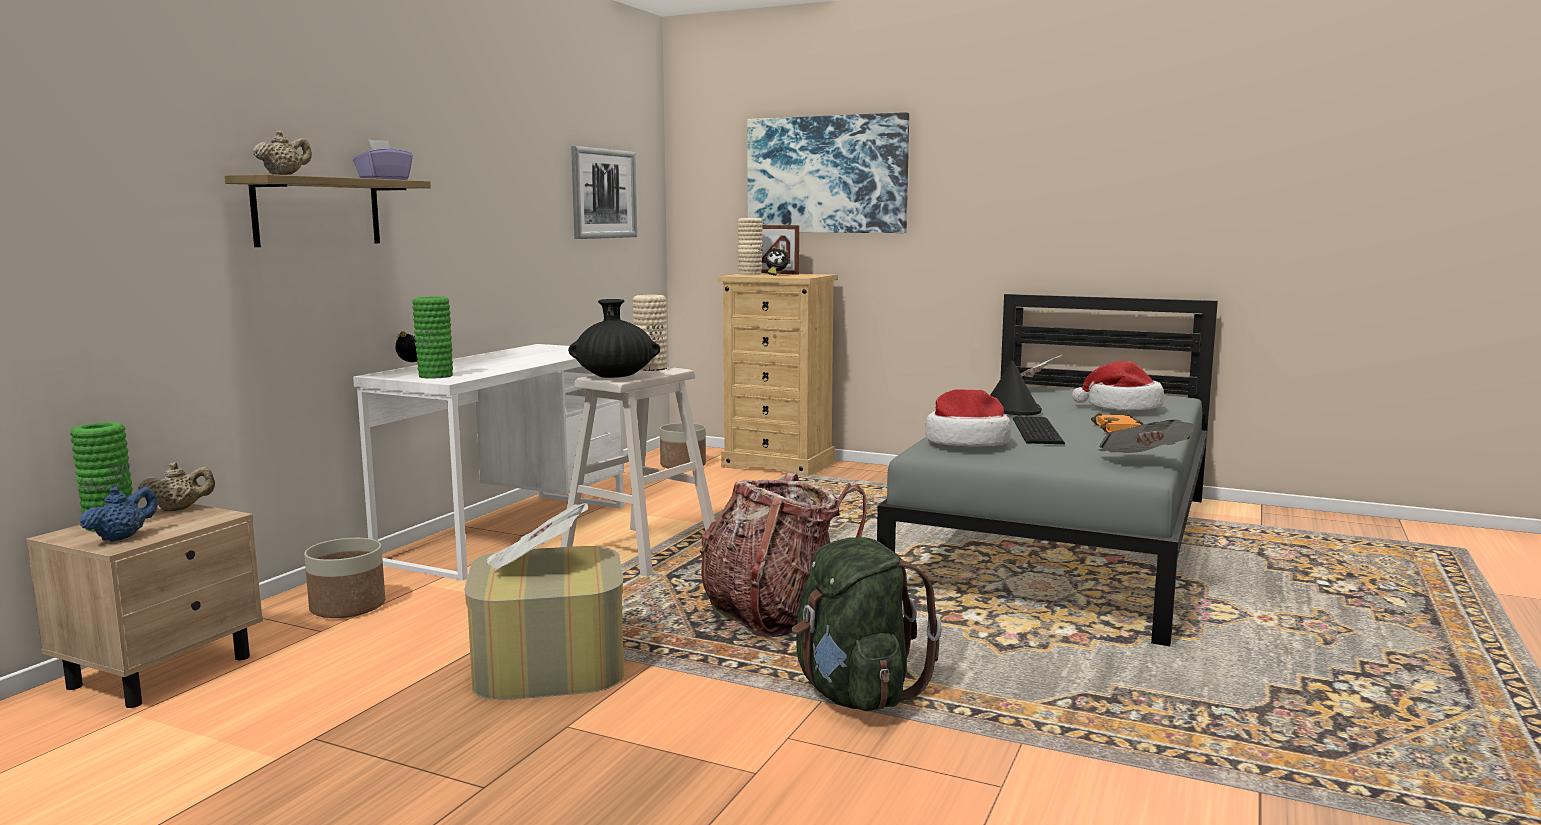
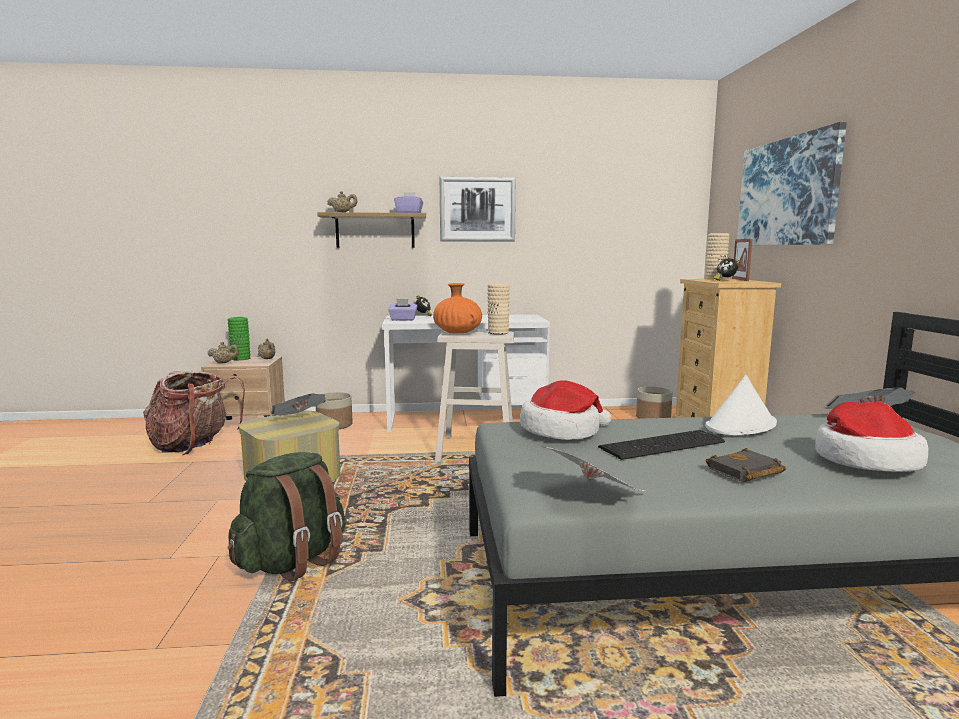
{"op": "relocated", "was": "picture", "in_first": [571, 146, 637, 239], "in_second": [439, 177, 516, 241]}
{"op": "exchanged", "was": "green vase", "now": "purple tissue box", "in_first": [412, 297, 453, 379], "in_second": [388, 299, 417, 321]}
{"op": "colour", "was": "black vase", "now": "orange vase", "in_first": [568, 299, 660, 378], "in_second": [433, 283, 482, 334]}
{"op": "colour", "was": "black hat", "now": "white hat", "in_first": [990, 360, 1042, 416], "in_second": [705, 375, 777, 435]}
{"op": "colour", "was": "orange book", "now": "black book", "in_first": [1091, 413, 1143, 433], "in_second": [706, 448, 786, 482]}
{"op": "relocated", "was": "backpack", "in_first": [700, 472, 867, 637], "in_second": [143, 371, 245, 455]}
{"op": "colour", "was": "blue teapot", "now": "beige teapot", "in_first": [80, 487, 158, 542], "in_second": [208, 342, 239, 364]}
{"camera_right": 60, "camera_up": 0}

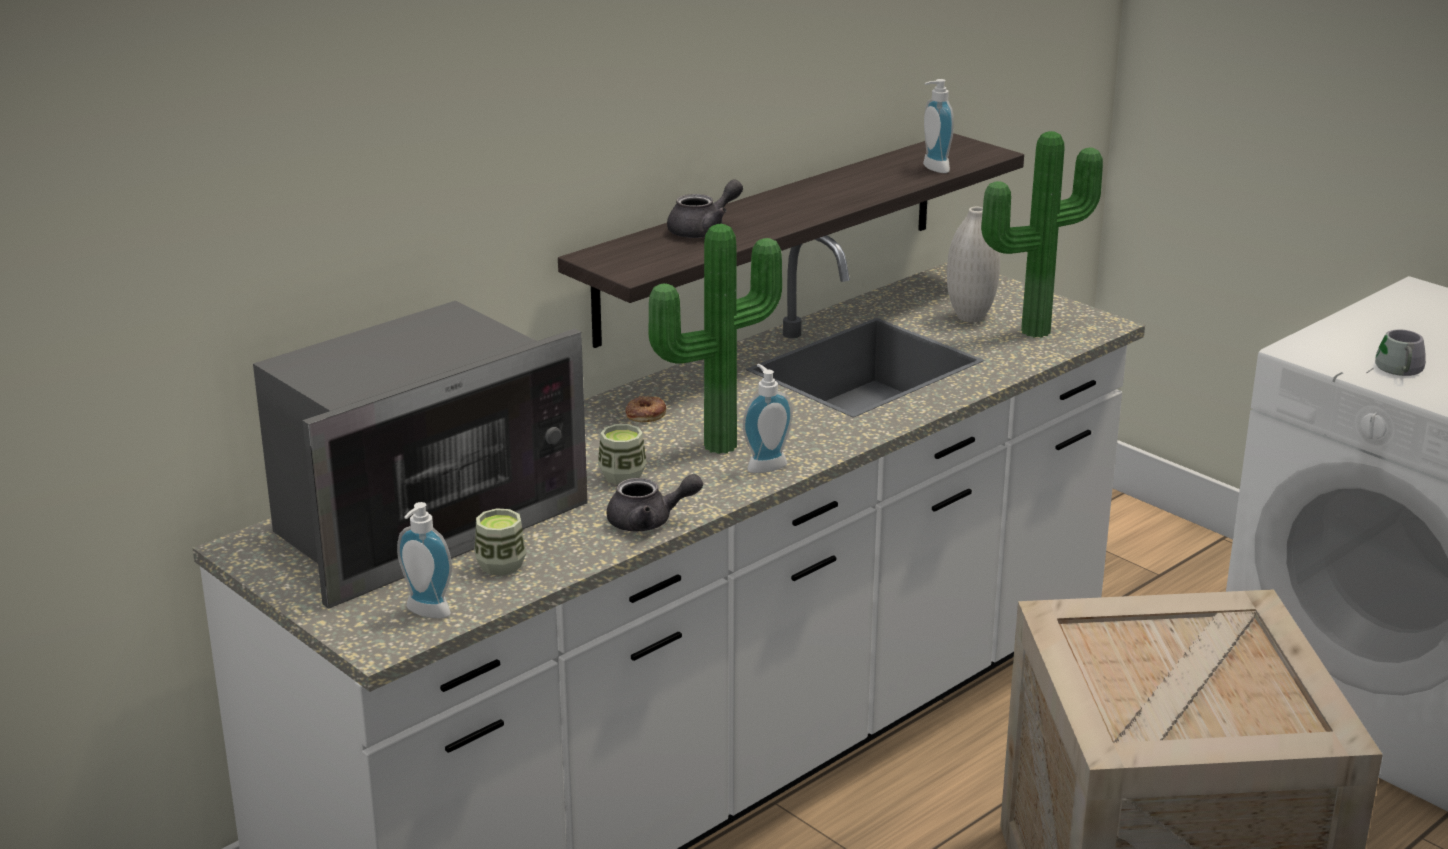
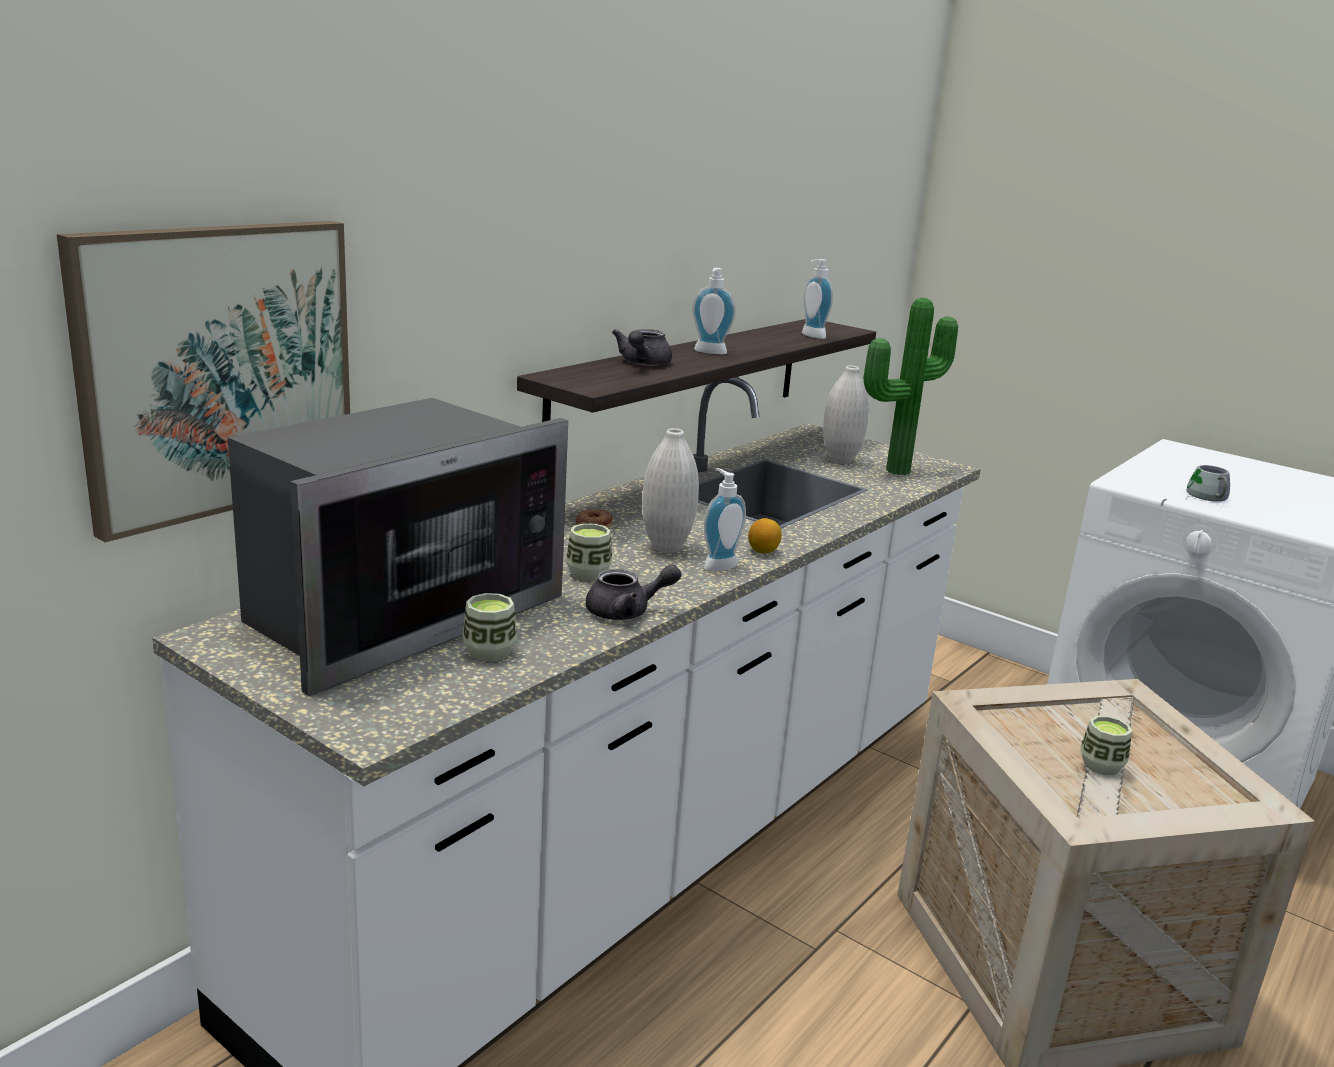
{"op": "spun", "was": "grey teapot", "in_first": [667, 179, 743, 238], "in_second": [612, 329, 672, 366], "clockwise": 150}
{"op": "exchanged", "was": "potted plant", "now": "white vase", "in_first": [649, 224, 782, 454], "in_second": [642, 428, 699, 553]}
{"op": "relocated", "was": "soap dispenser", "in_first": [397, 502, 452, 618], "in_second": [693, 268, 736, 354]}
{"op": "appeared", "now": "picture", "in_second": [57, 221, 350, 542]}
{"op": "appeared", "now": "lemon", "in_second": [748, 518, 782, 553]}
{"op": "appeared", "now": "cup", "in_second": [1080, 716, 1132, 775]}
{"camera_right": -10, "camera_up": -5}

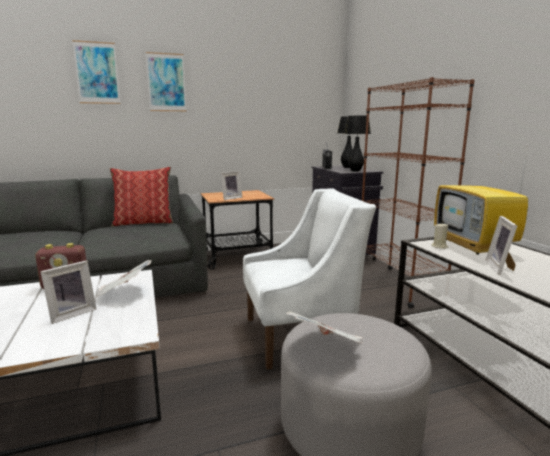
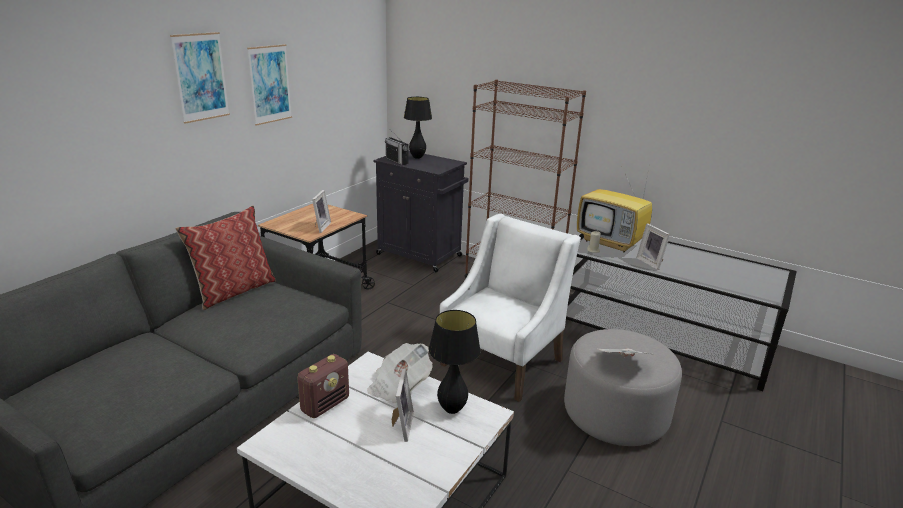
{"op": "relocated", "was": "picture", "in_first": [72, 40, 121, 104], "in_second": [247, 44, 292, 126]}
{"op": "relocated", "was": "black table lamp", "in_first": [344, 116, 371, 172], "in_second": [429, 310, 481, 414]}
{"camera_right": -40, "camera_up": 10}

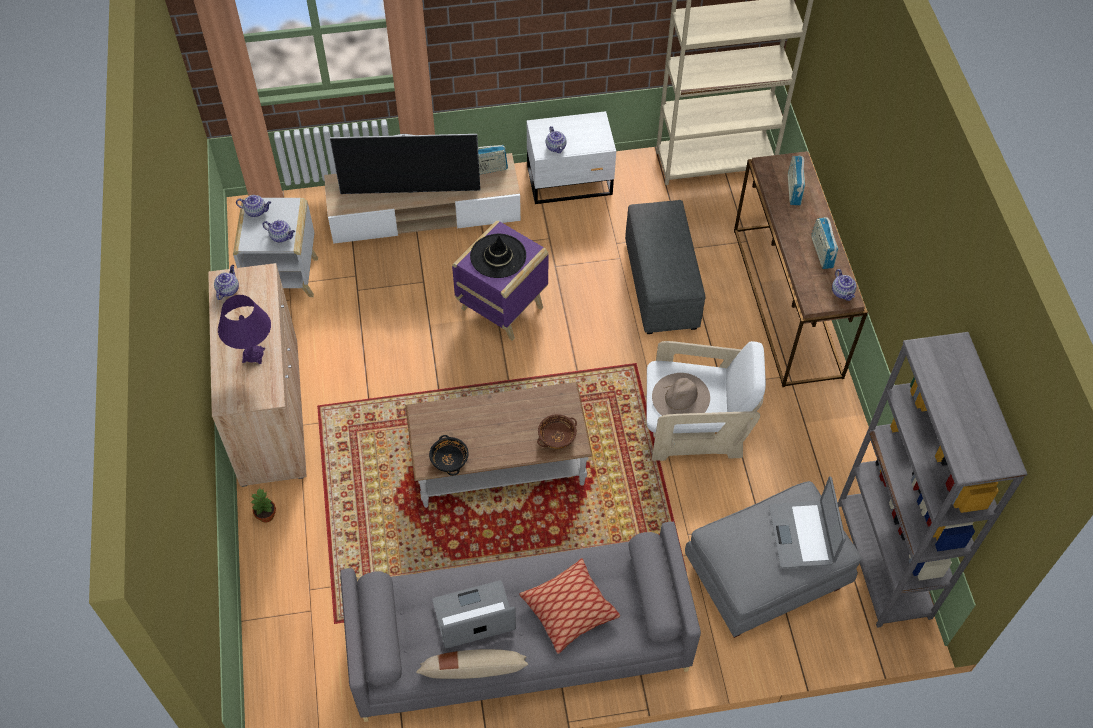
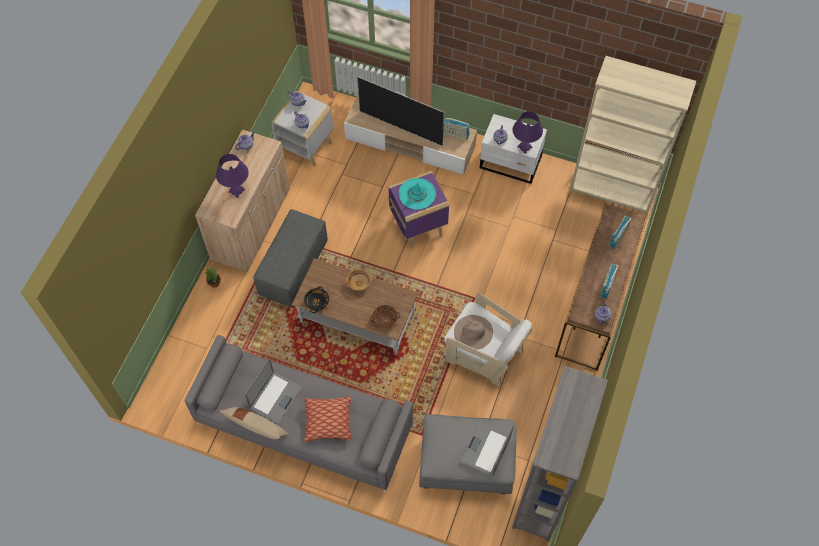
{"op": "relocated", "was": "grey ottoman", "in_first": [625, 200, 706, 334], "in_second": [253, 209, 328, 307]}
{"op": "colour", "was": "black hat", "now": "turquoise hat", "in_first": [470, 234, 526, 278], "in_second": [399, 178, 436, 210]}
{"op": "spun", "was": "laptop", "in_first": [433, 580, 516, 648], "in_second": [245, 358, 302, 423], "clockwise": 105}
{"op": "appeared", "now": "purple table lamp", "in_second": [512, 111, 543, 154]}
{"op": "appeared", "now": "beige bowl", "in_second": [344, 269, 373, 291]}
{"camera_right": 30, "camera_up": 5}

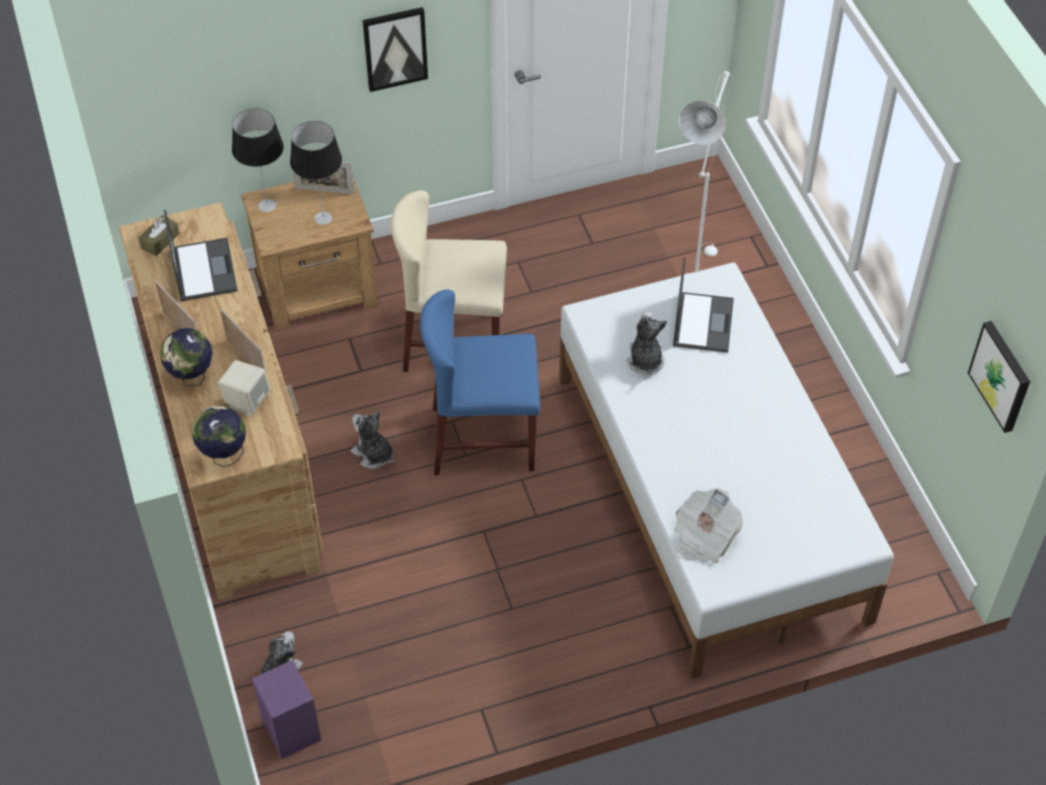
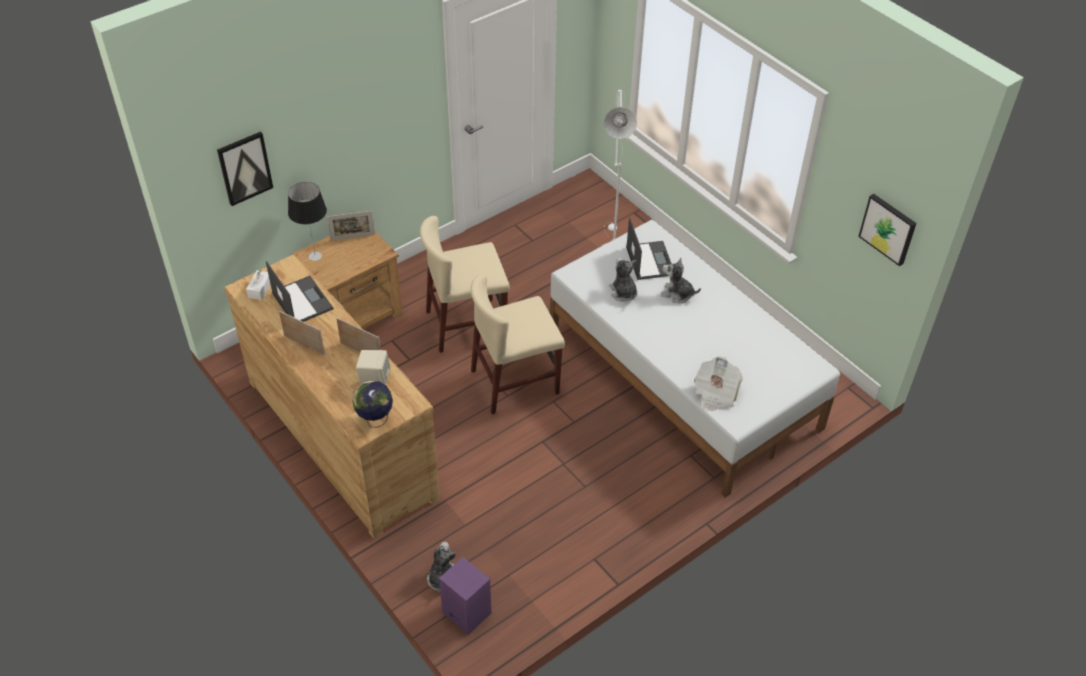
{"op": "relocated", "was": "picture", "in_first": [362, 7, 428, 92], "in_second": [217, 131, 273, 206]}
{"op": "missing", "was": "table lamp", "in_first": [290, 121, 342, 225]}
{"op": "colour", "was": "brown tissue box", "now": "white tissue box", "in_first": [139, 215, 180, 256], "in_second": [246, 270, 271, 300]}
{"op": "colour", "was": "blue chair", "now": "beige chair", "in_first": [420, 289, 540, 475], "in_second": [470, 274, 565, 414]}
{"op": "missing", "was": "globe", "in_first": [160, 328, 212, 386]}
{"op": "relocated", "was": "plush toy", "in_first": [351, 410, 395, 469], "in_second": [661, 258, 701, 303]}
{"camera_right": -20, "camera_up": -5}

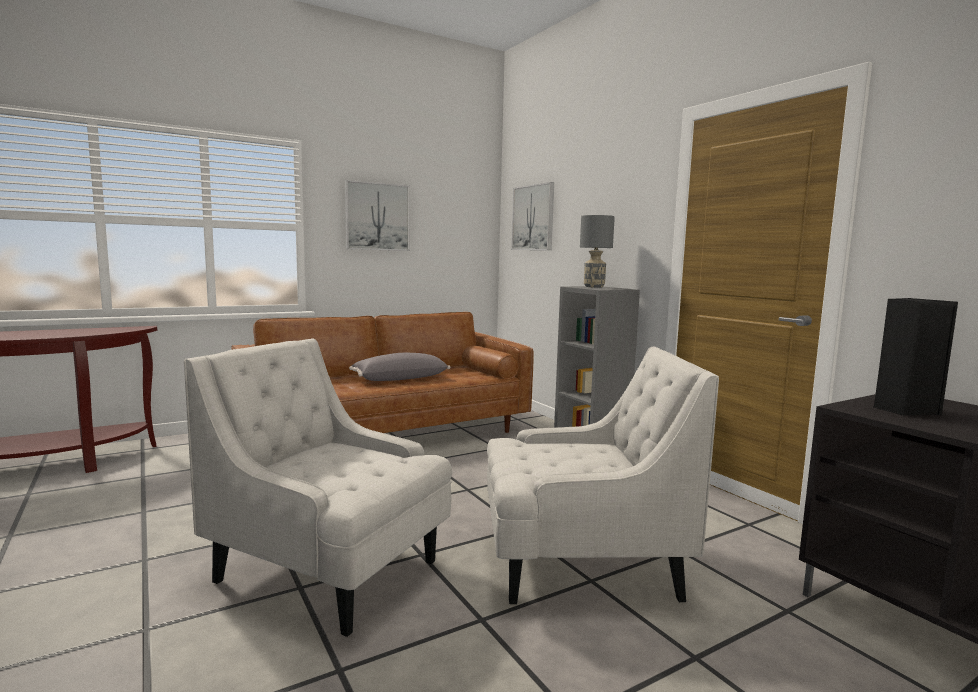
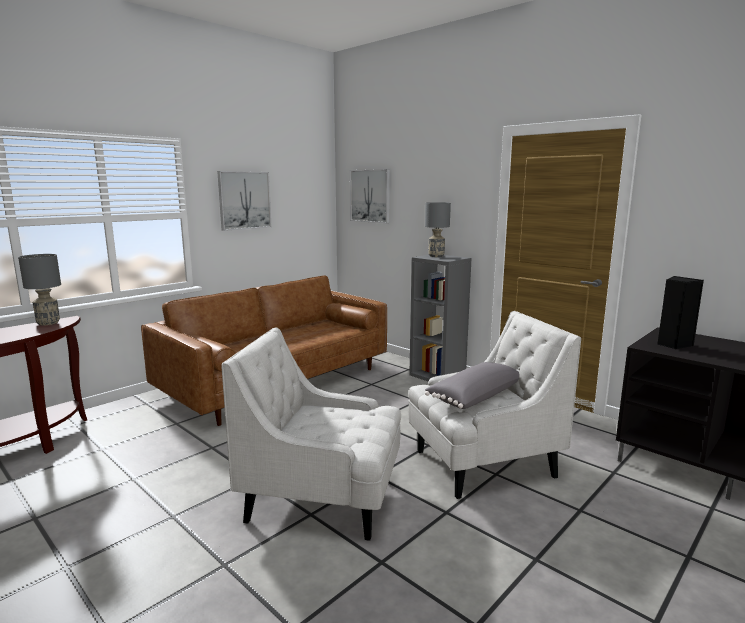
{"op": "relocated", "was": "grey pillow", "in_first": [349, 353, 450, 381], "in_second": [425, 362, 519, 409]}
{"op": "appeared", "now": "grey table lamp", "in_second": [18, 254, 61, 325]}
{"camera_right": -15, "camera_up": 5}

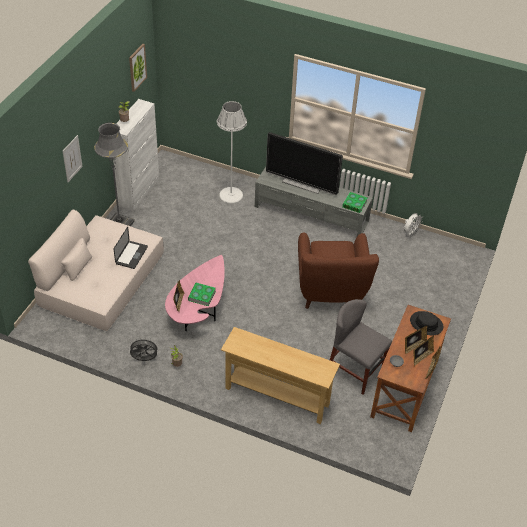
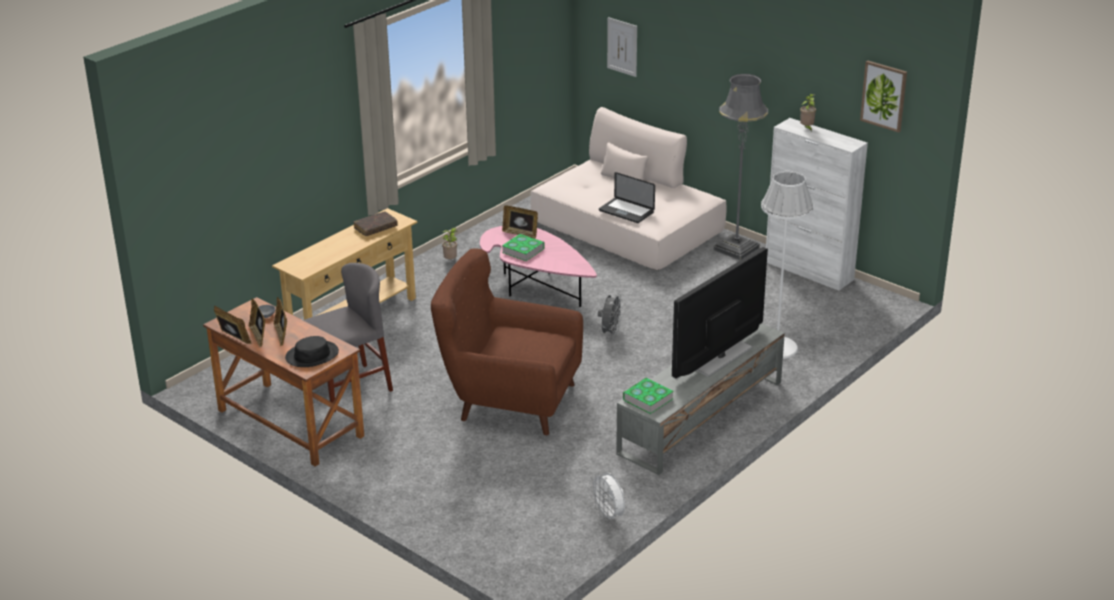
{"op": "relocated", "was": "picture", "in_first": [62, 135, 83, 182], "in_second": [607, 17, 637, 77]}
{"op": "relocated", "was": "grey fan", "in_first": [128, 337, 159, 361], "in_second": [598, 295, 623, 337]}
{"op": "appeared", "now": "brown book", "in_second": [353, 211, 397, 236]}
{"camera_right": 110, "camera_up": -15}

